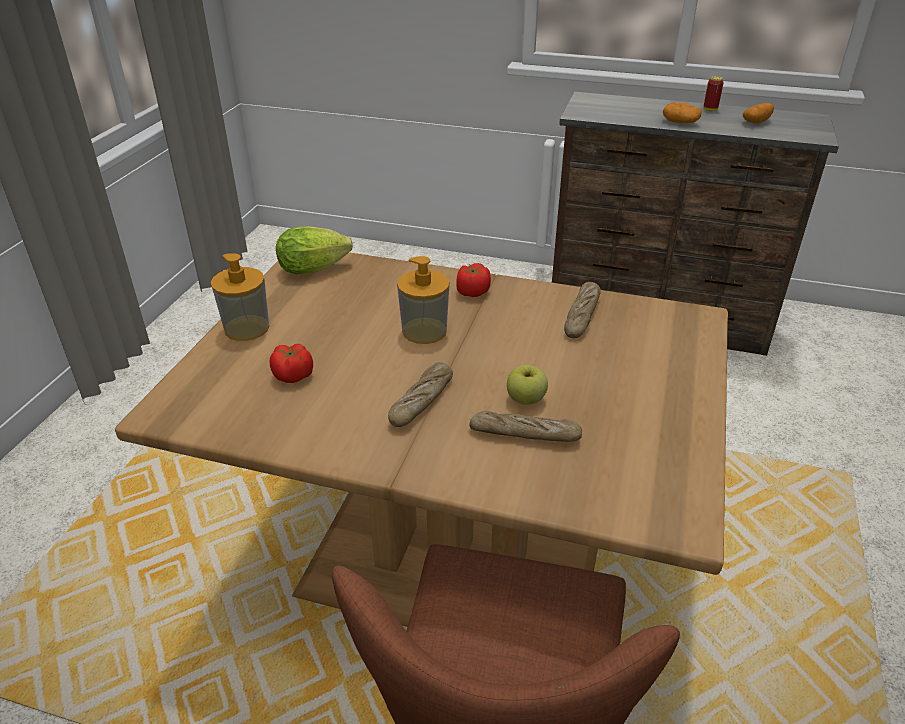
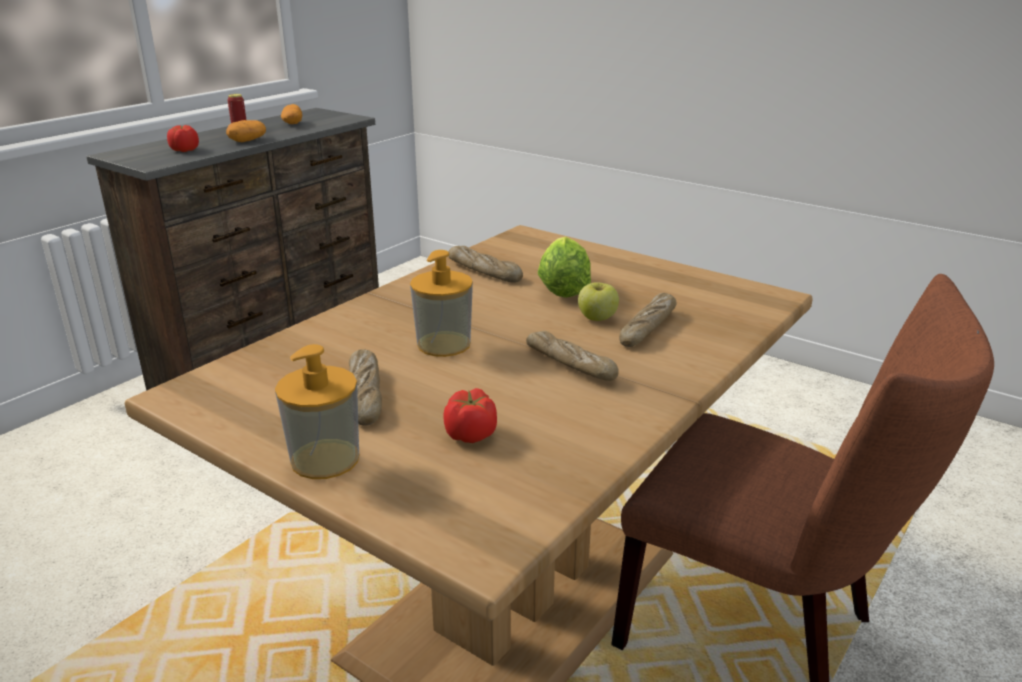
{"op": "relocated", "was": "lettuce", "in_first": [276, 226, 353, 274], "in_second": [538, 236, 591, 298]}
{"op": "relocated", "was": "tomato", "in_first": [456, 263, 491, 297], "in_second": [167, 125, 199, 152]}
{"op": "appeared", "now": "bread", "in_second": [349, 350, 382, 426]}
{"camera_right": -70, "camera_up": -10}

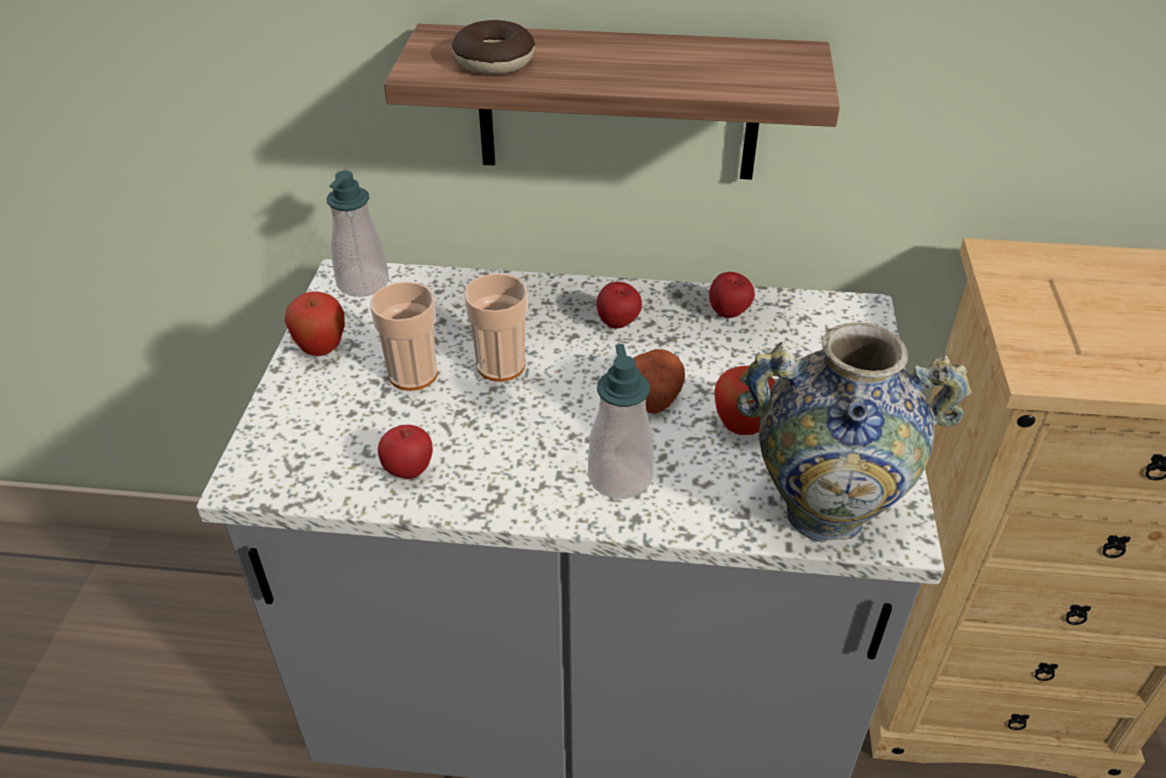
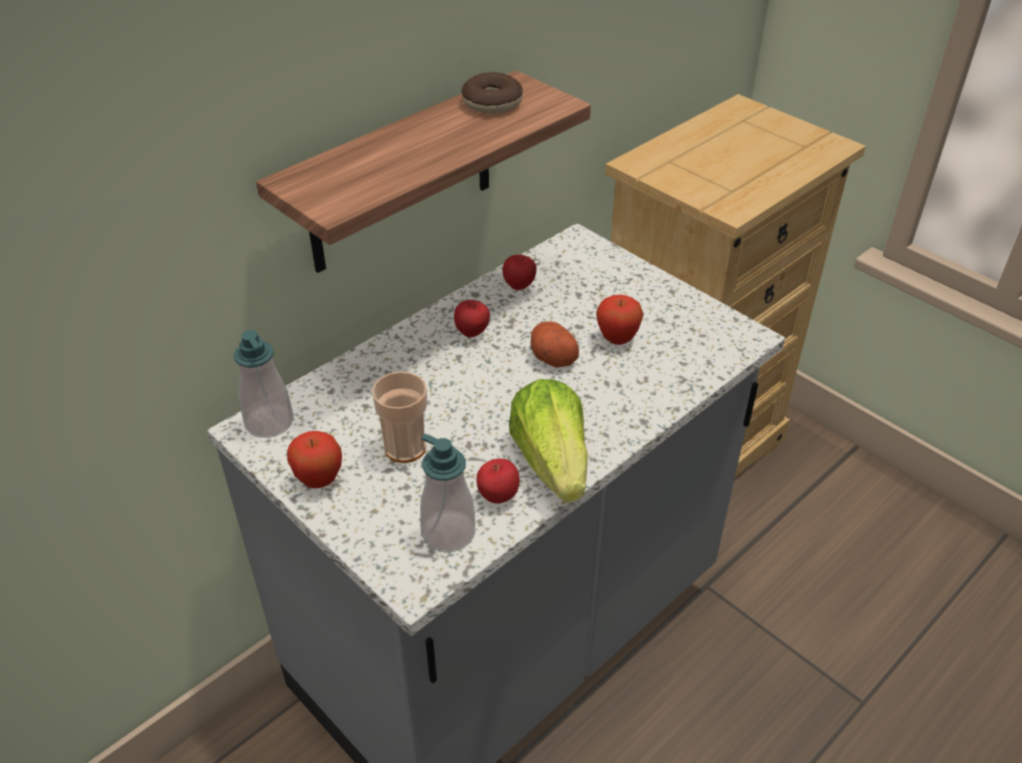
{"op": "relocated", "was": "donut", "in_first": [452, 20, 535, 74], "in_second": [461, 72, 523, 114]}
{"op": "missing", "was": "cup", "in_first": [464, 274, 528, 382]}
{"op": "missing", "was": "vase", "in_first": [737, 323, 972, 542]}
{"op": "relocated", "was": "soap dispenser", "in_first": [588, 344, 654, 499], "in_second": [420, 434, 475, 552]}
{"op": "appeared", "now": "lettuce", "in_second": [509, 379, 588, 502]}
{"camera_right": -50, "camera_up": 0}

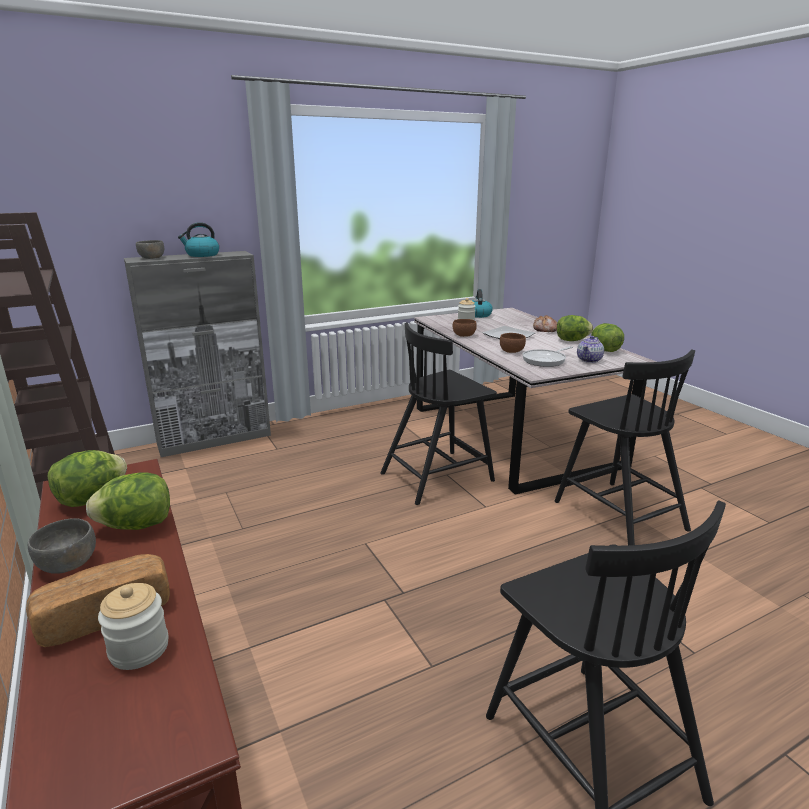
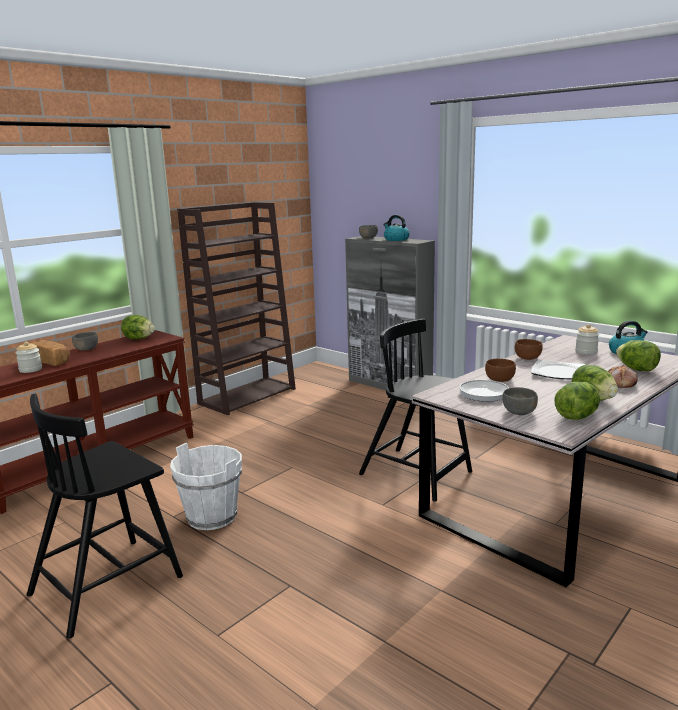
{"op": "exchanged", "was": "teapot", "now": "grey bowl", "in_first": [577, 336, 604, 363], "in_second": [502, 387, 538, 415]}
{"op": "missing", "was": "black chair", "in_first": [555, 349, 695, 545]}
{"op": "relocated", "was": "lettuce", "in_first": [86, 472, 170, 530], "in_second": [616, 340, 661, 371]}
{"op": "appeared", "now": "white bucket", "in_second": [170, 443, 242, 530]}
{"camera_right": 70, "camera_up": -5}

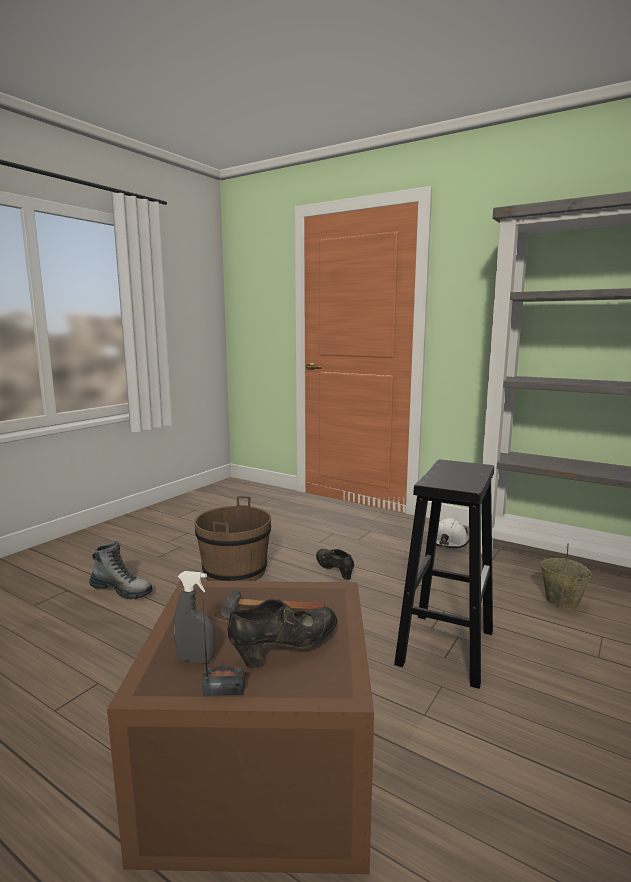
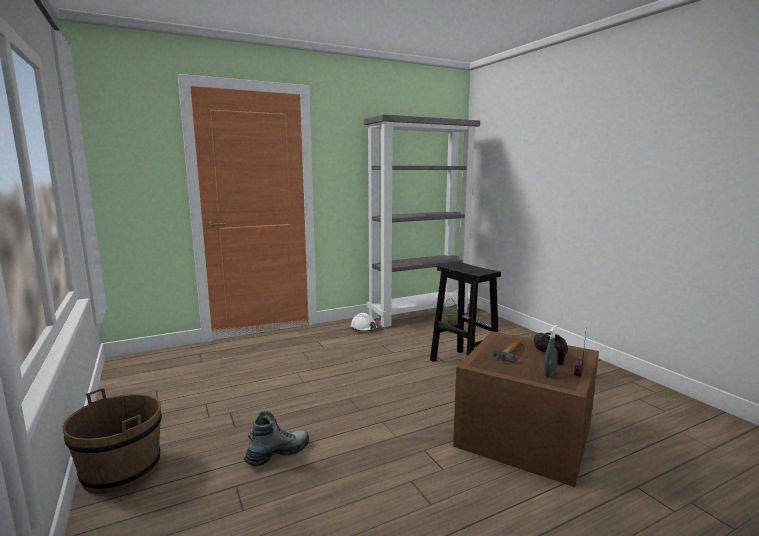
{"op": "relocated", "was": "brown bucket", "in_first": [194, 496, 271, 581], "in_second": [62, 388, 162, 494]}
{"op": "missing", "was": "black shoe", "in_first": [316, 549, 354, 580]}
{"camera_right": -60, "camera_up": 0}

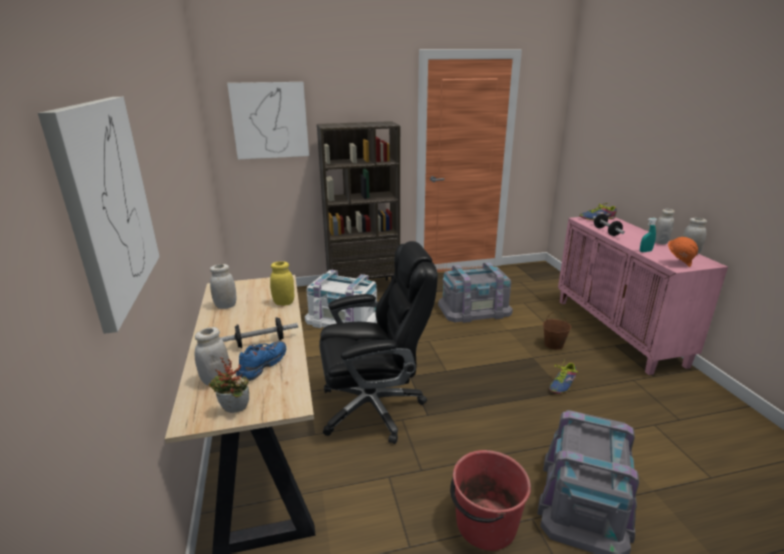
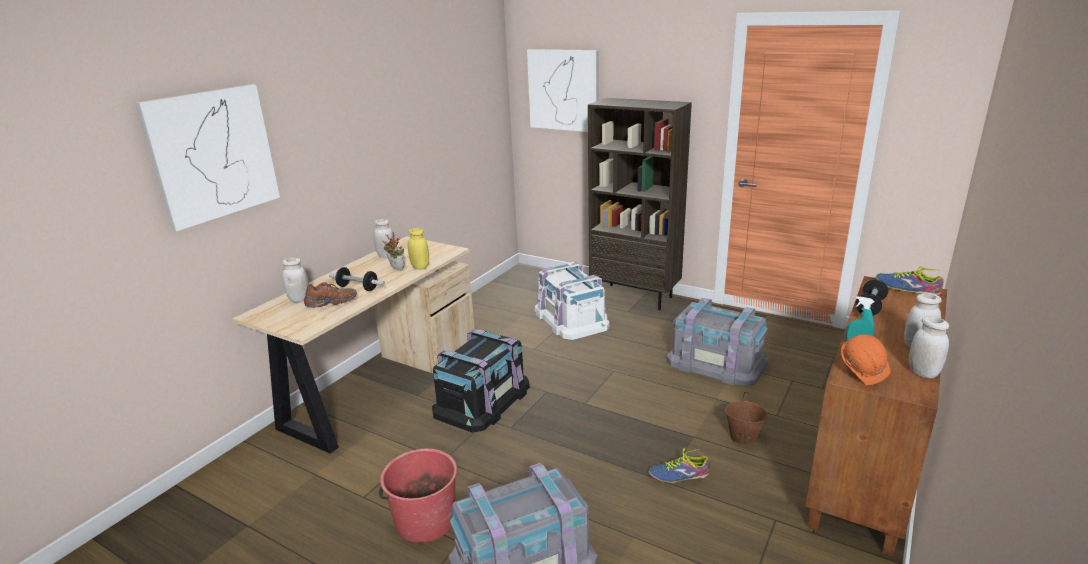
{"op": "colour", "was": "pink cabinet", "now": "brown cabinet", "in_first": [558, 217, 728, 375], "in_second": [805, 276, 947, 557]}
{"op": "exchanged", "was": "black office chair", "now": "black storage box", "in_first": [320, 241, 438, 444], "in_second": [432, 329, 530, 433]}
{"op": "colour", "was": "blue shoe", "now": "brown shoe", "in_first": [236, 341, 286, 381], "in_second": [304, 282, 357, 308]}
{"op": "relocated", "was": "potted plant", "in_first": [209, 357, 249, 413], "in_second": [382, 232, 405, 270]}
{"camera_right": 45, "camera_up": 0}

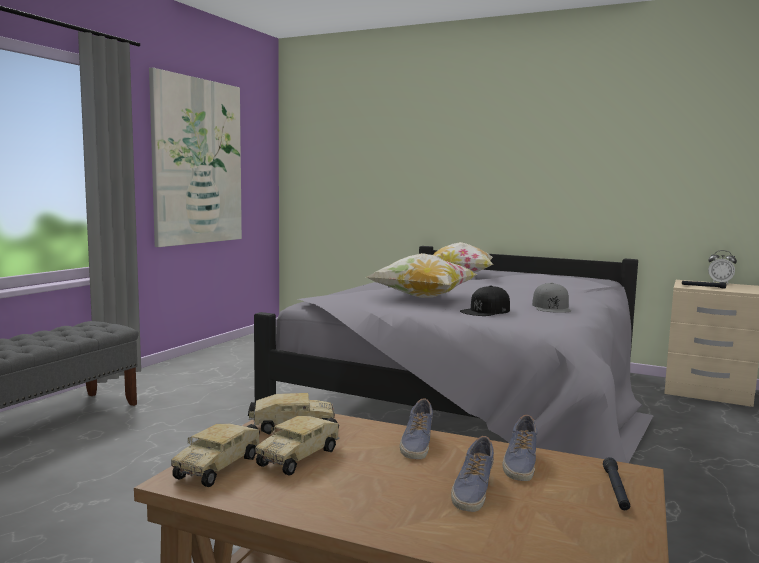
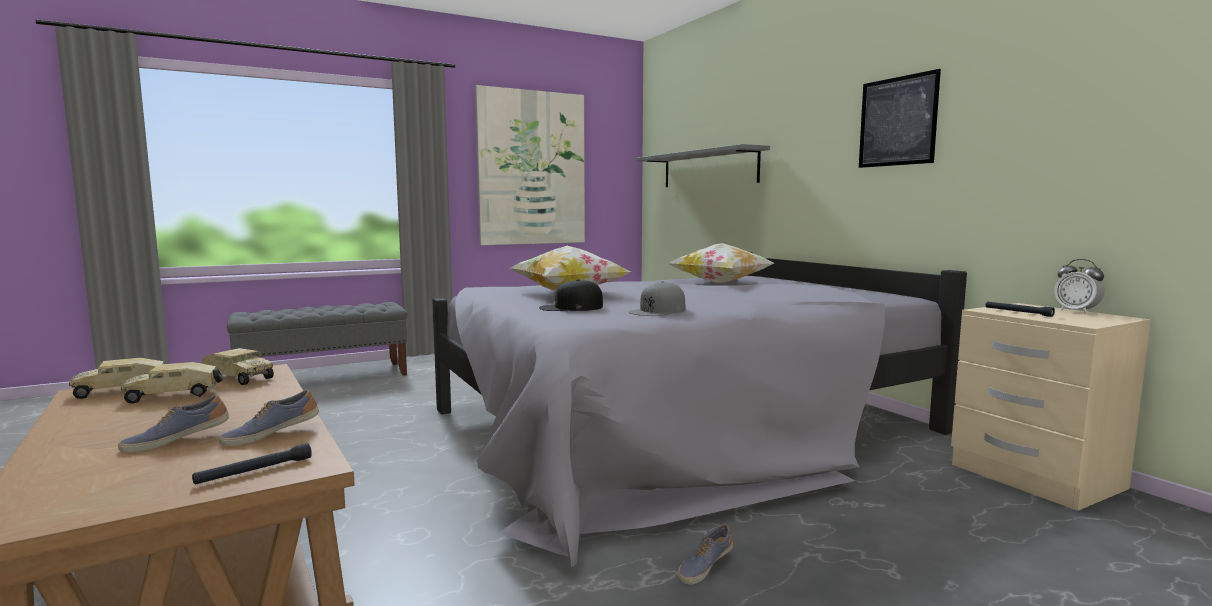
{"op": "relocated", "was": "shoe", "in_first": [400, 399, 433, 459], "in_second": [677, 524, 733, 585]}
{"op": "appeared", "now": "picture", "in_second": [859, 69, 941, 168]}
{"op": "appeared", "now": "grey shelf", "in_second": [636, 144, 770, 187]}
{"camera_right": 35, "camera_up": 0}

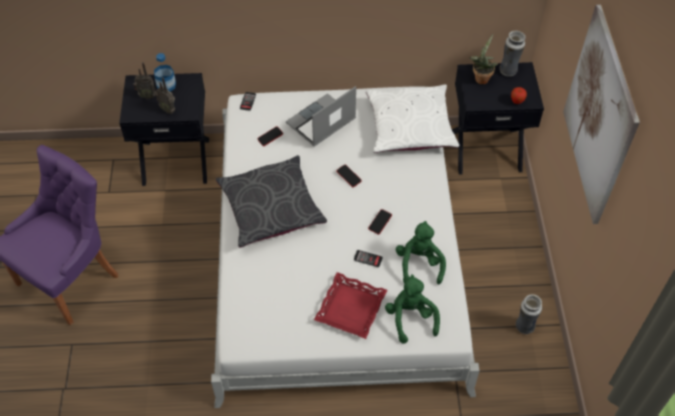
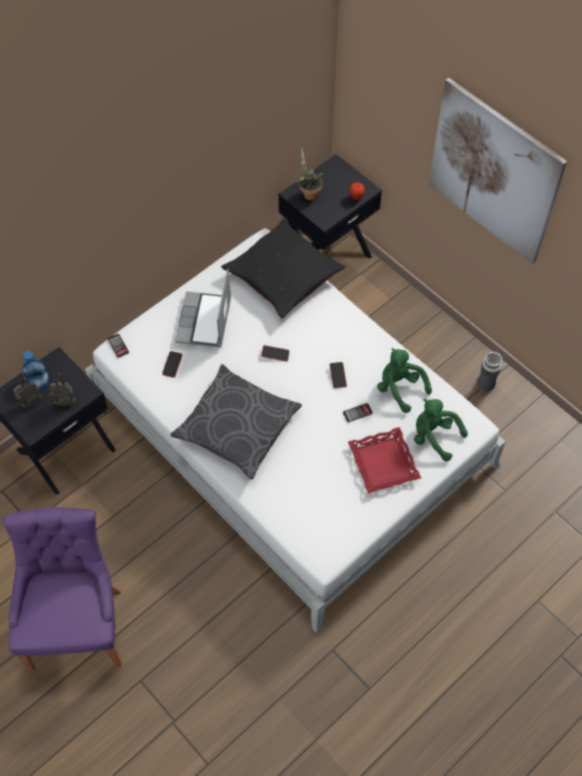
{"op": "missing", "was": "vase", "in_first": [500, 31, 525, 77]}
{"op": "colour", "was": "white pillow", "now": "black pillow", "in_first": [366, 84, 459, 153], "in_second": [221, 218, 345, 318]}
{"camera_right": -40, "camera_up": 5}

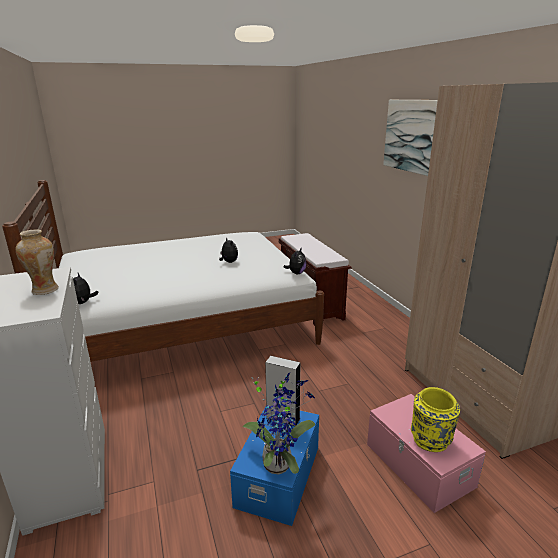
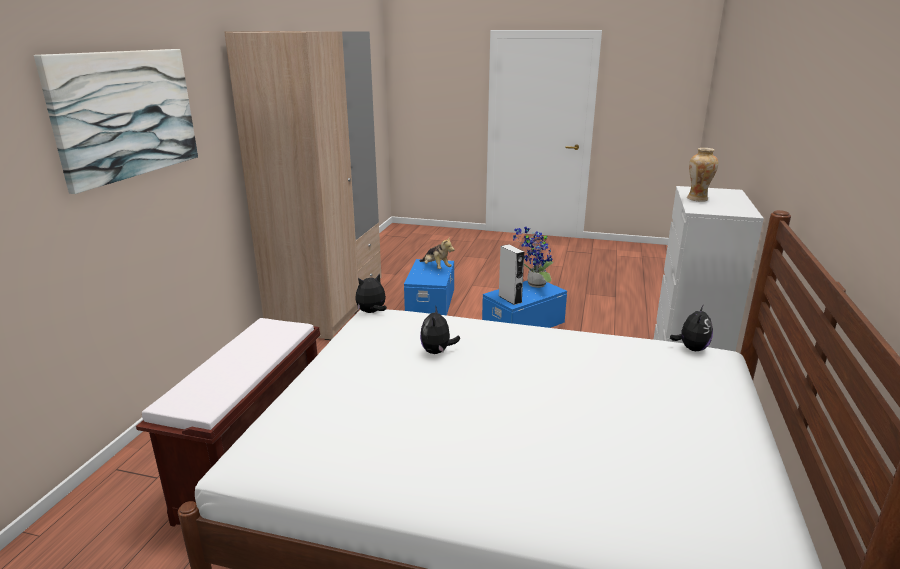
{"op": "exchanged", "was": "yellow vase", "now": "plush toy", "in_first": [411, 387, 460, 452], "in_second": [420, 236, 455, 269]}
{"op": "colour", "was": "pink storage box", "now": "blue storage box", "in_first": [367, 394, 486, 513], "in_second": [404, 259, 454, 316]}
{"camera_right": -145, "camera_up": 0}

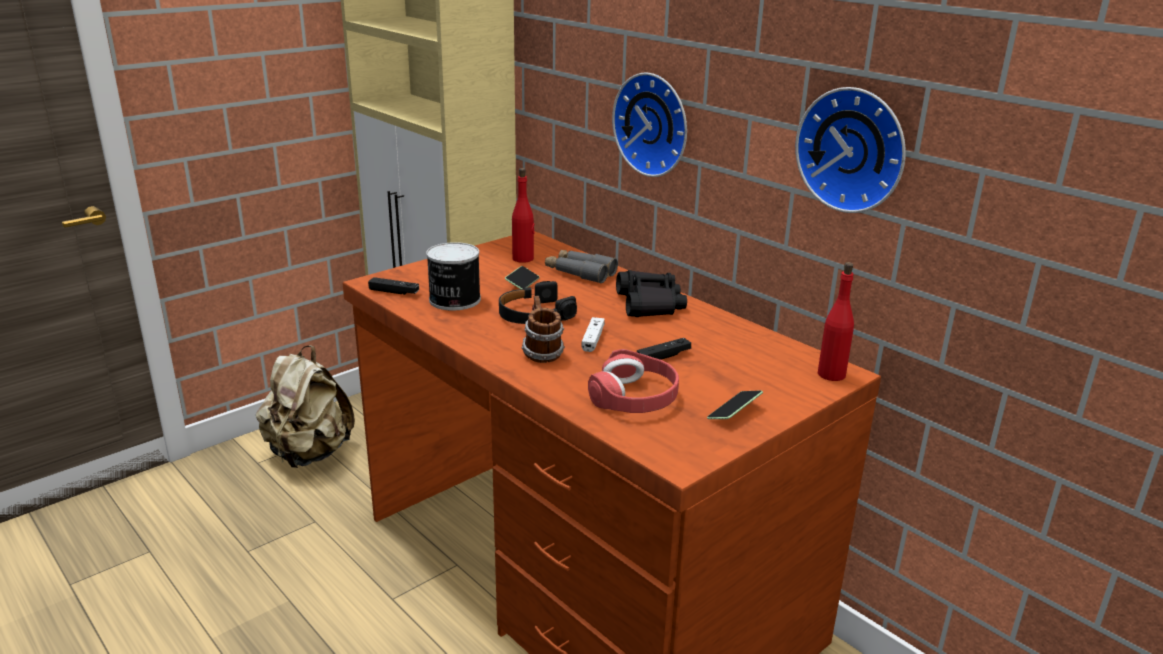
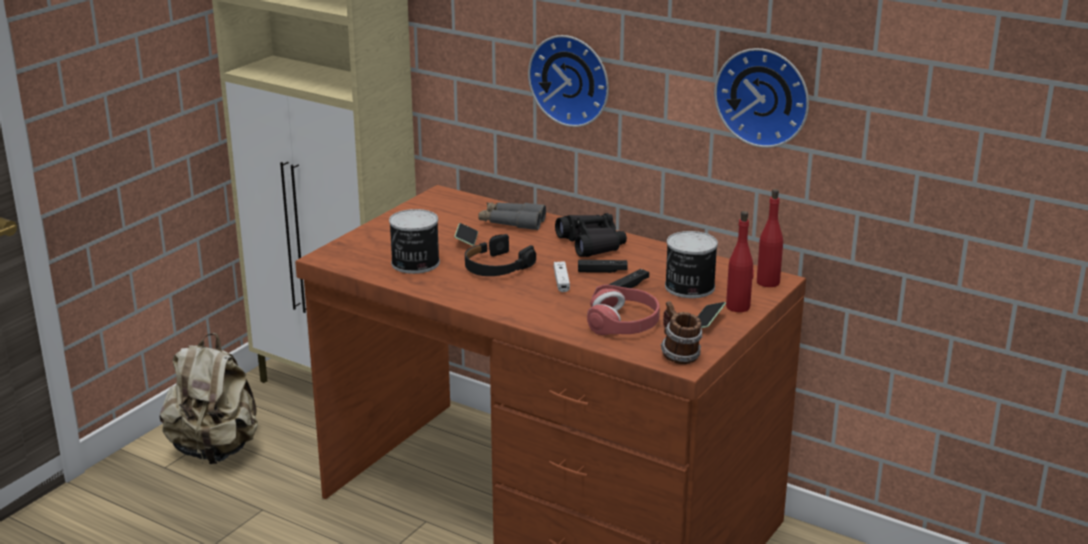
{"op": "relocated", "was": "red bottle", "in_first": [512, 168, 535, 263], "in_second": [726, 211, 754, 312]}
{"op": "relocated", "was": "black game controller", "in_first": [368, 277, 419, 295], "in_second": [578, 260, 628, 273]}
{"op": "relocated", "was": "mug", "in_first": [522, 296, 565, 363], "in_second": [660, 301, 702, 364]}
{"op": "appeared", "now": "can", "in_second": [665, 231, 718, 298]}
{"camera_right": -15, "camera_up": 0}

